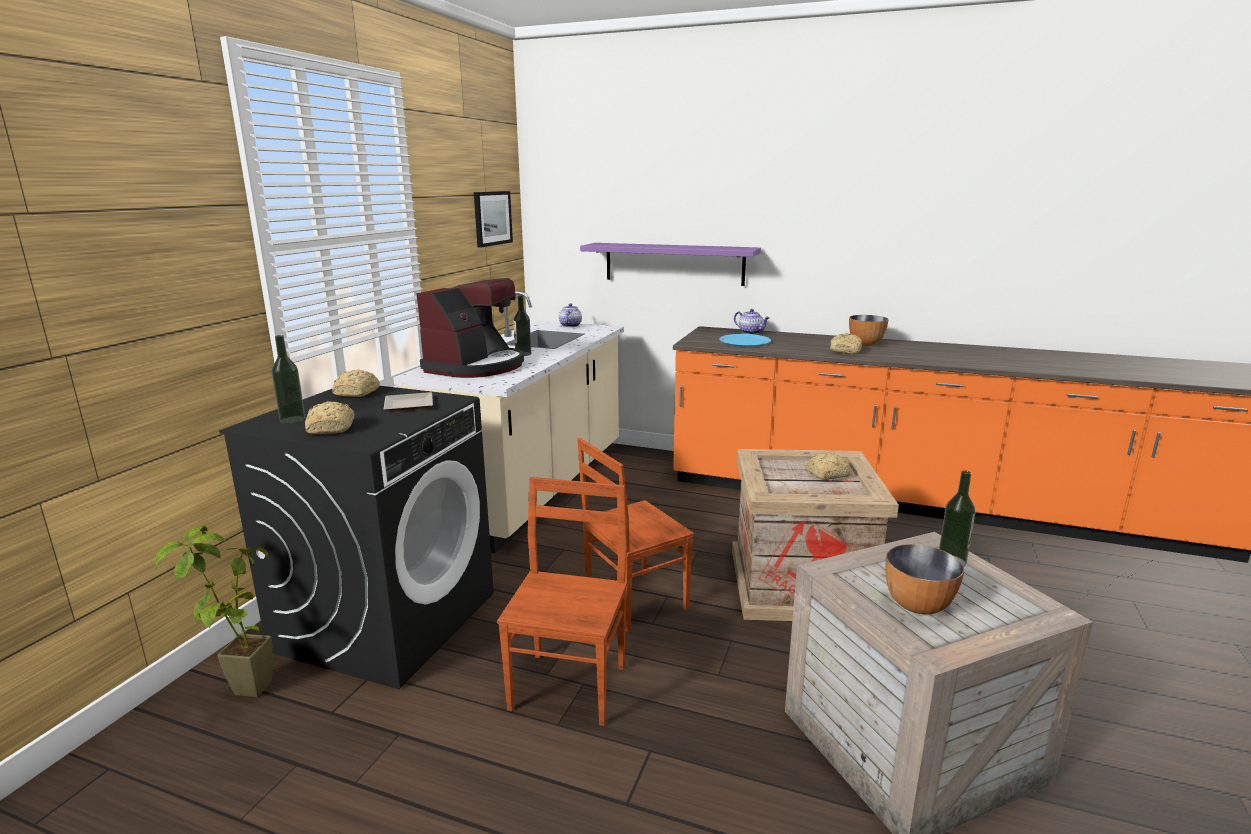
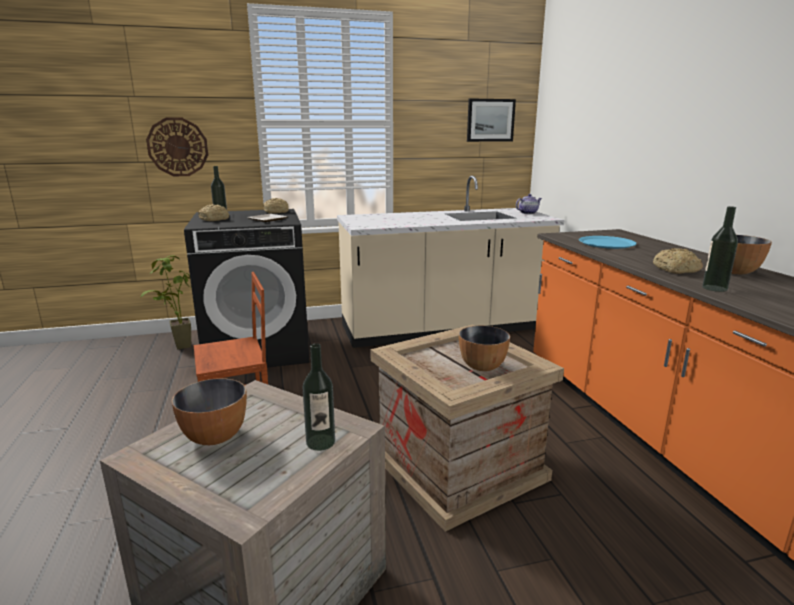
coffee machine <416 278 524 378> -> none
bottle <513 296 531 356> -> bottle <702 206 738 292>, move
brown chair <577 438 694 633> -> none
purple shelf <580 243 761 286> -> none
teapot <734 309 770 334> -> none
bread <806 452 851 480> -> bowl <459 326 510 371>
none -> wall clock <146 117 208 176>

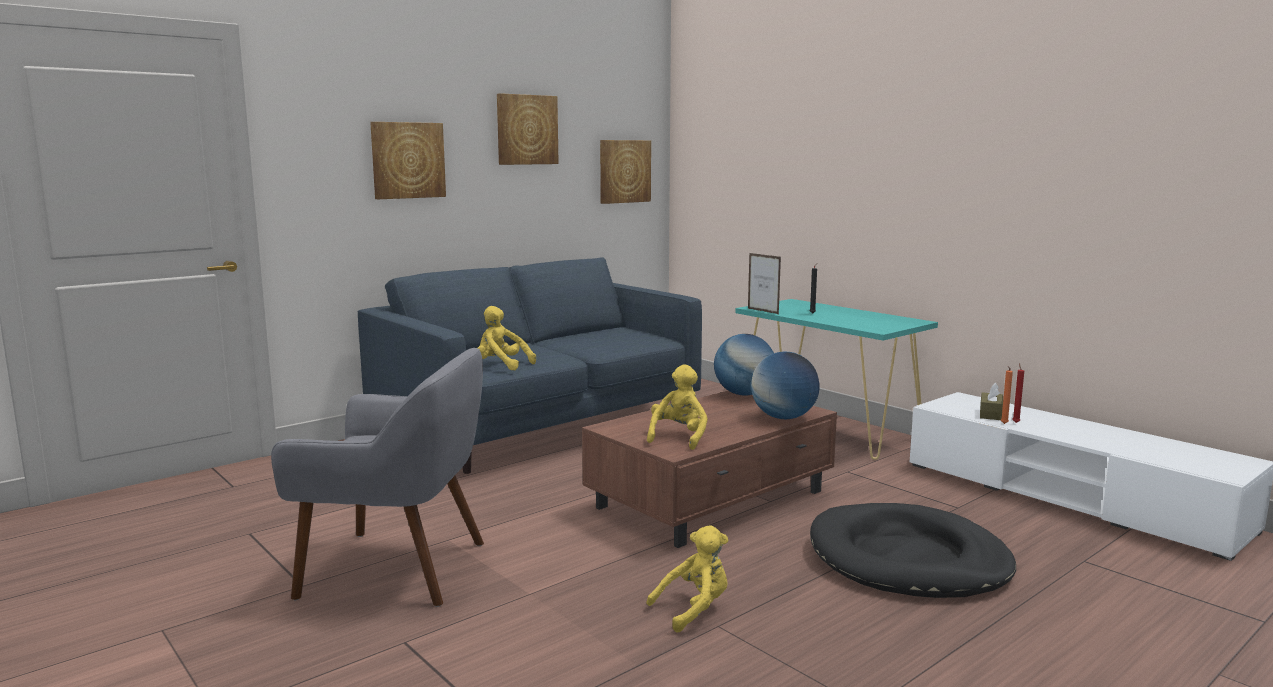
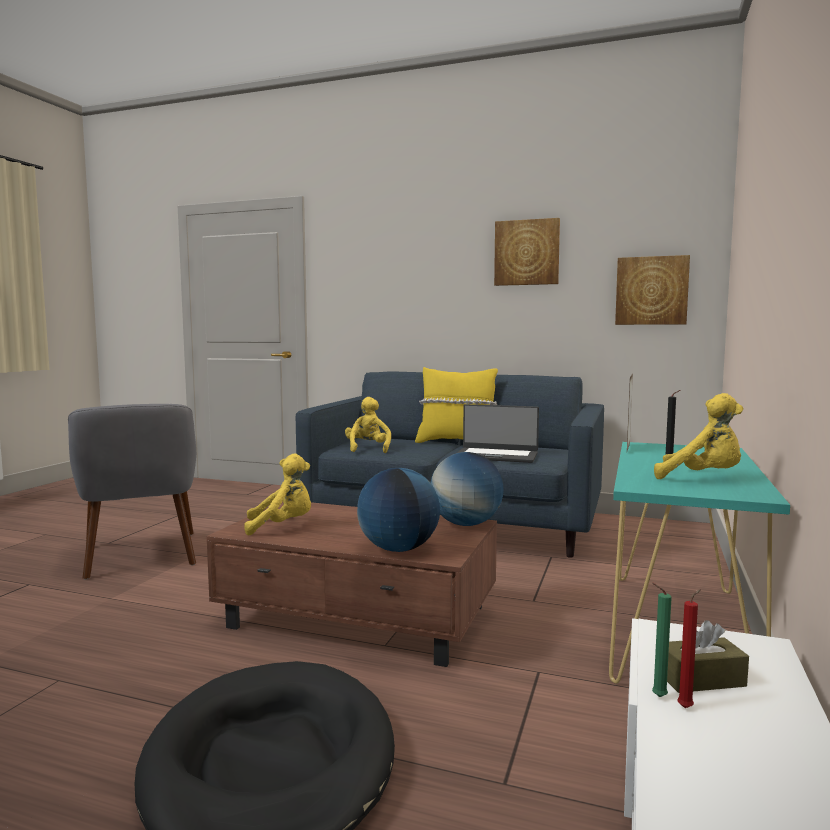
picture <370 122 446 199> -> none
yellow plush toy <647 525 728 633> -> yellow plush toy <654 393 743 479>, move
orange candle <1001 366 1013 424> -> green candle <652 583 672 697>
none -> yellow pillow <415 367 498 443>
none -> laptop <457 404 539 463>

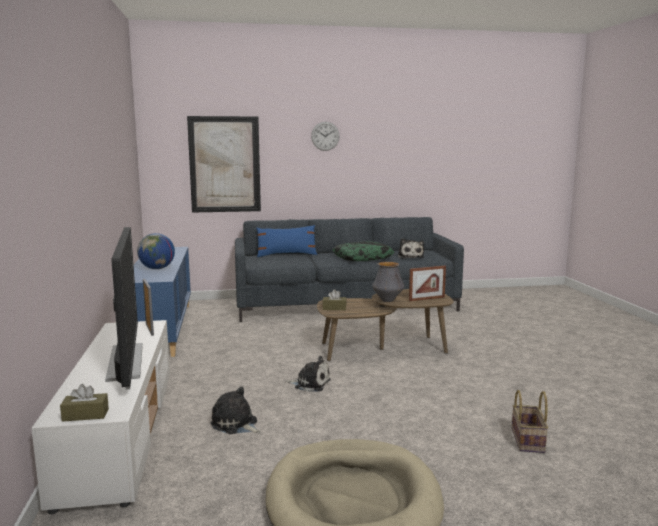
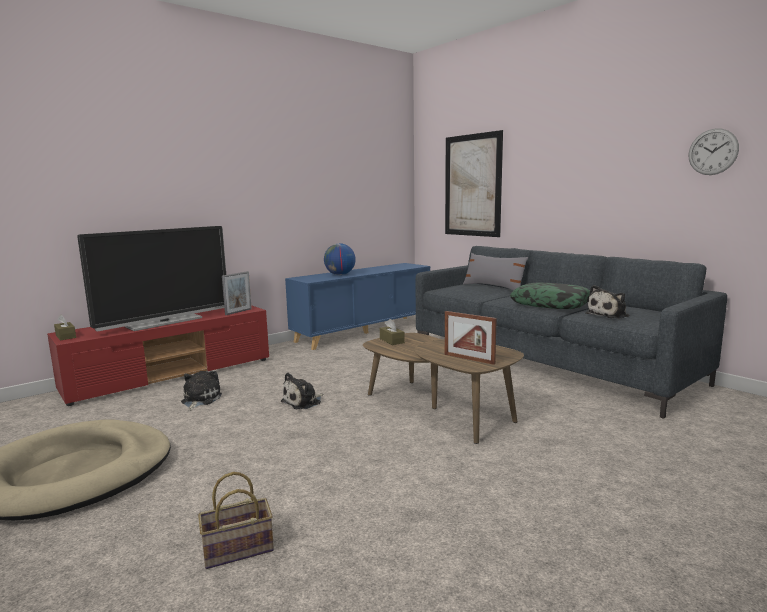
white tv stand <31 320 170 514> -> red tv stand <47 305 269 406>
blue pillow <256 225 317 257> -> grey pillow <463 253 528 291>
plush toy <285 356 331 392> -> plush toy <281 373 324 409>, 60 degrees clockwise
wall clock <311 122 340 151> -> wall clock <689 128 739 175>, move
vase <372 262 404 302> -> none

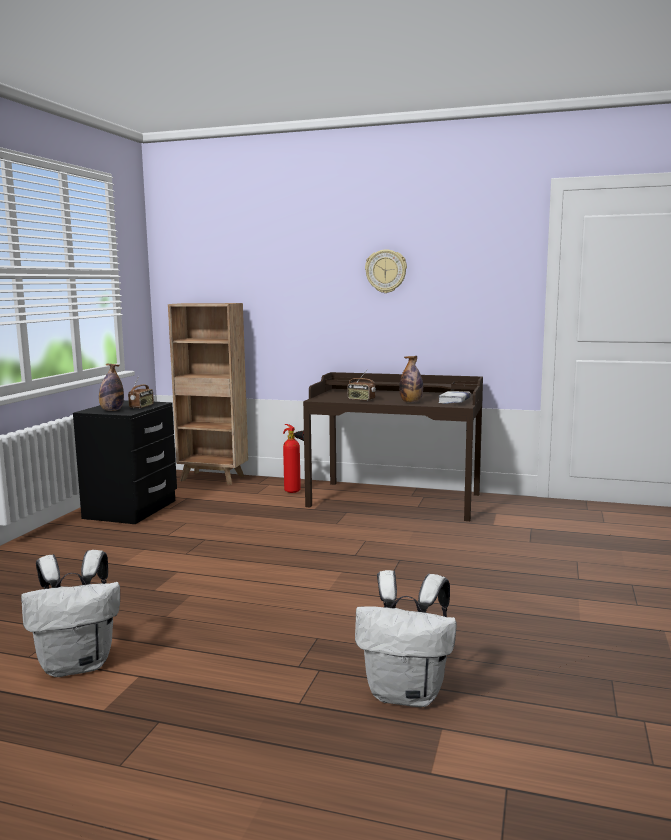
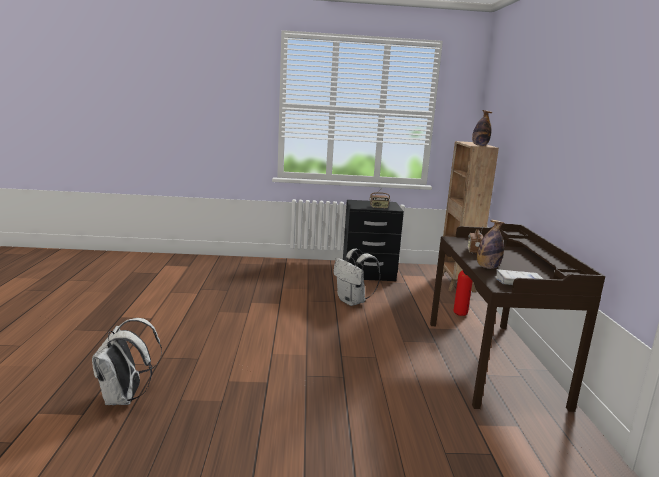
white backpack <21 550 120 677> -> white backpack <333 249 381 306>, move
bottle <99 364 124 411> -> bottle <472 110 492 146>, move
wall clock <365 249 407 293> -> none

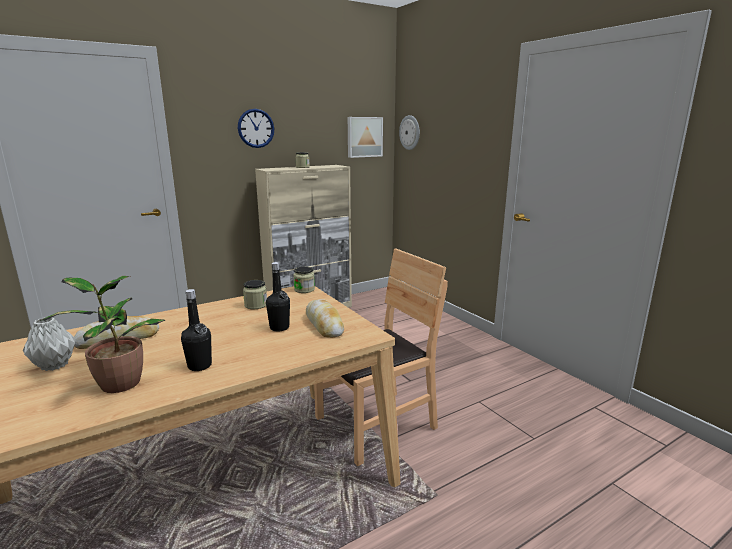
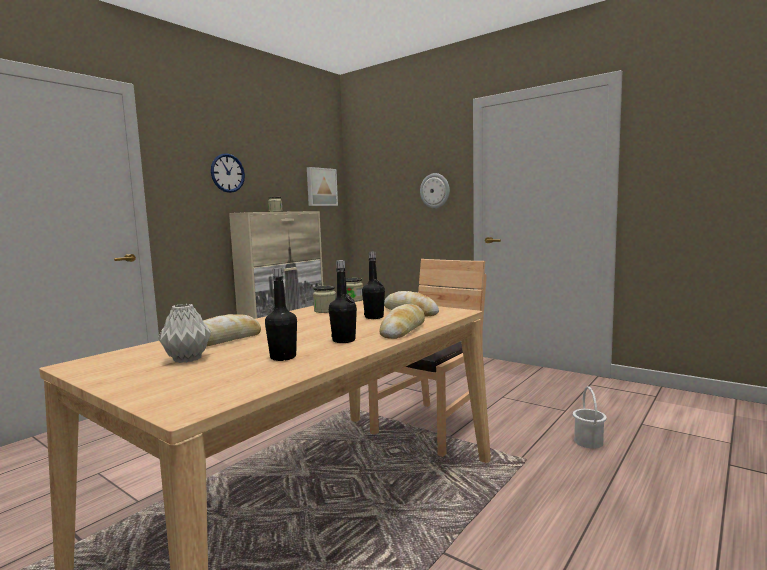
potted plant <39 276 165 393> -> black bottle <265 268 297 361>
wall clock <399 115 420 150> -> wall clock <420 173 450 208>, move
none -> bread <379 304 425 339>
none -> white bucket <573 386 607 449>

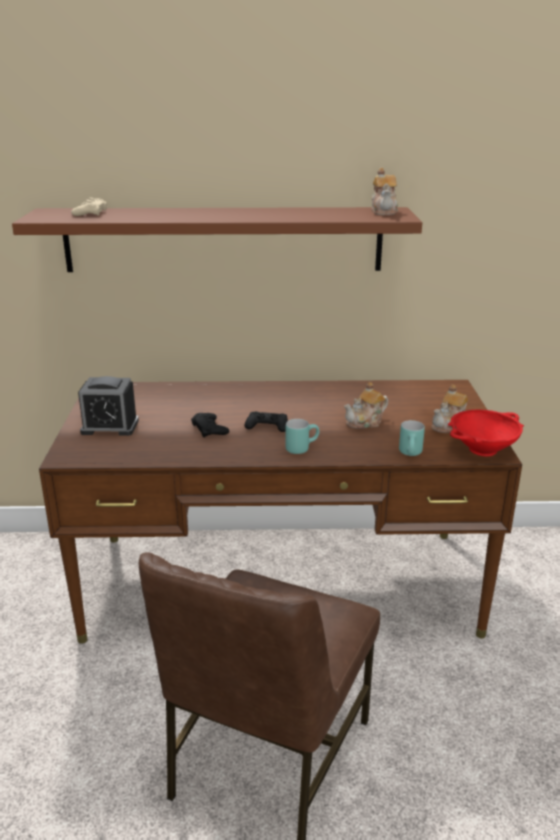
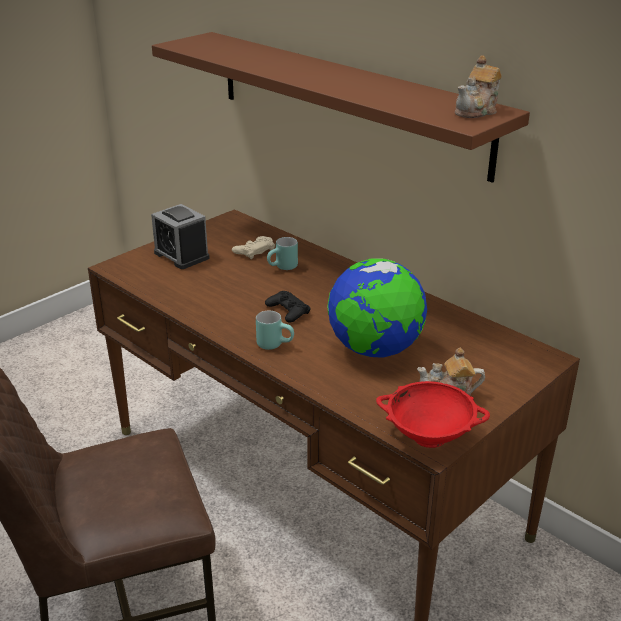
beige game controller <71 198 107 216> -> beige game controller <232 236 275 259>, move
black game controller <191 413 229 437> -> none
teapot <344 382 388 429> -> globe <327 258 427 358>
turquoise mug <399 420 425 456> -> turquoise mug <267 237 298 270>, move

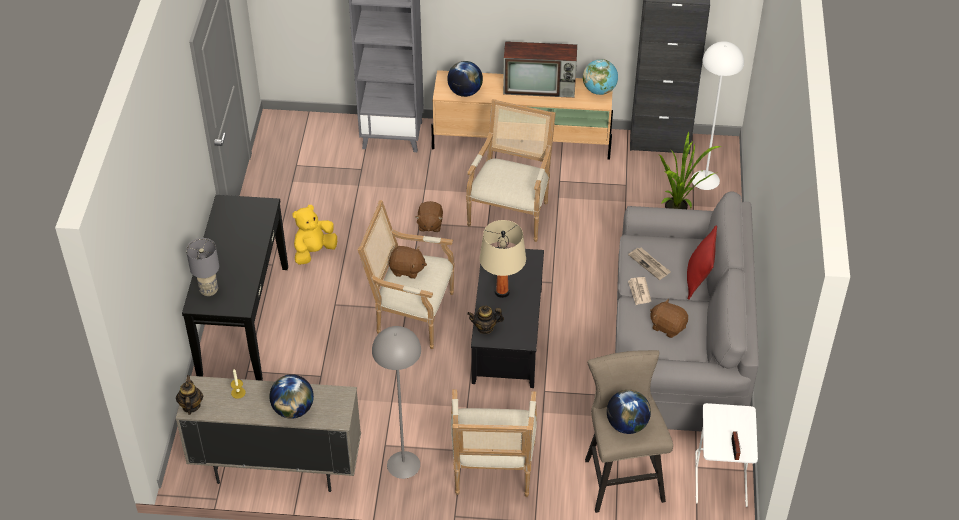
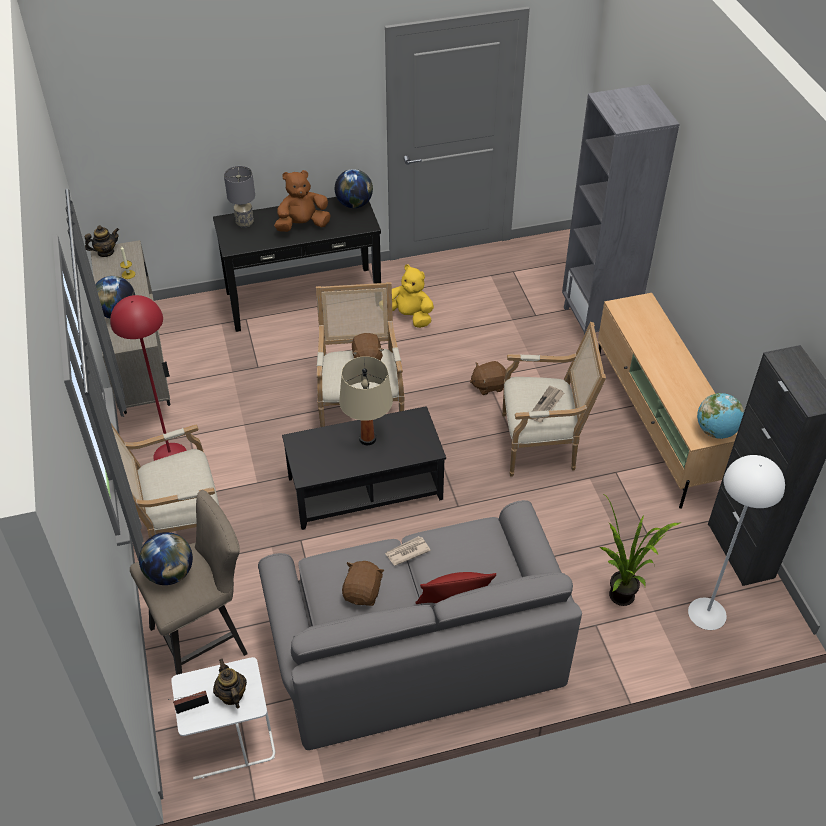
grey floor lamp <372 326 421 479> -> red floor lamp <110 295 187 461>
globe <447 61 483 97> -> globe <335 169 373 208>, move
teapot <467 305 504 334> -> teapot <213 659 247 708>, move
television <503 41 577 98> -> none
newspaper <628 248 671 280> -> newspaper <532 386 564 423>, move
none -> brown plush toy <274 170 330 232>

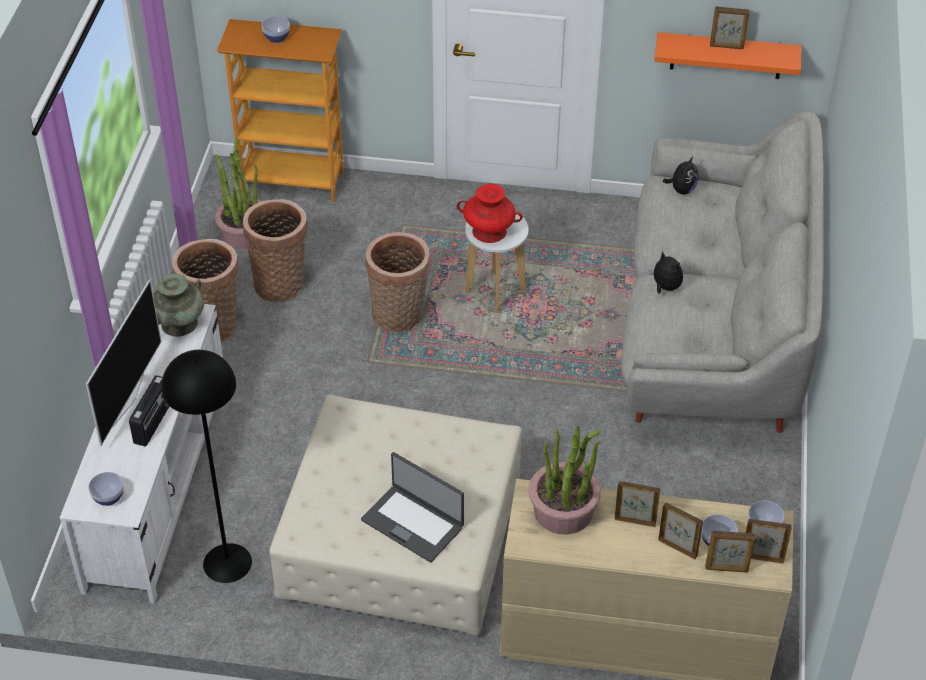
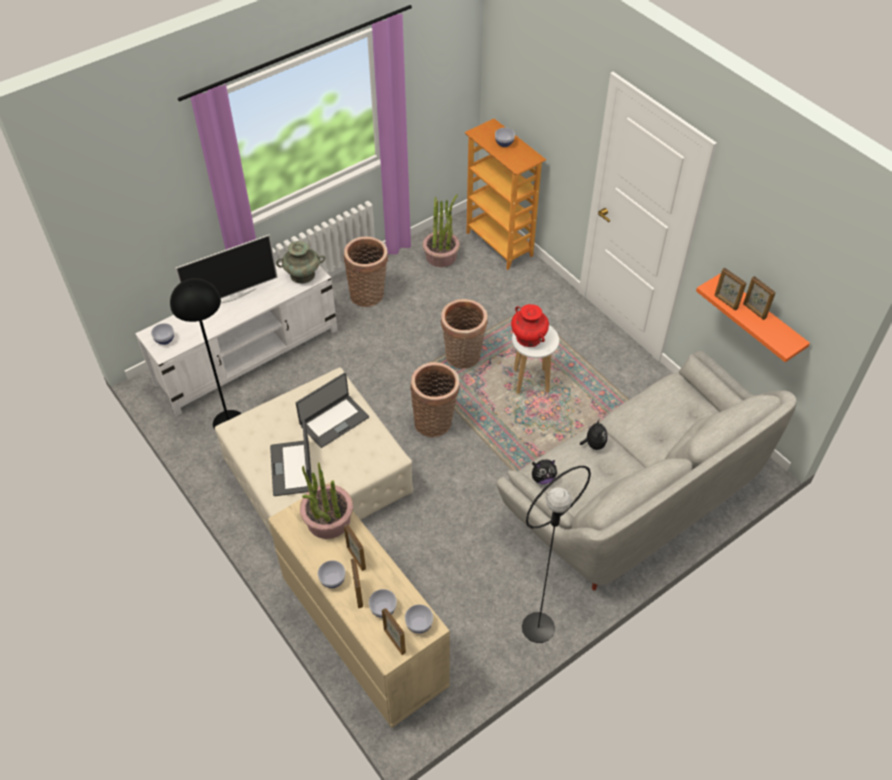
radio <129 375 169 446> -> none
basket <243 199 308 302> -> basket <410 362 460 437>, move
plush toy <663 156 698 195> -> plush toy <532 459 557 484>, move
picture frame <705 531 756 573> -> picture frame <714 268 746 310>, move
none -> laptop <296 373 369 448>
none -> bowl <318 560 345 588>
none -> black floor lamp <522 466 591 643>

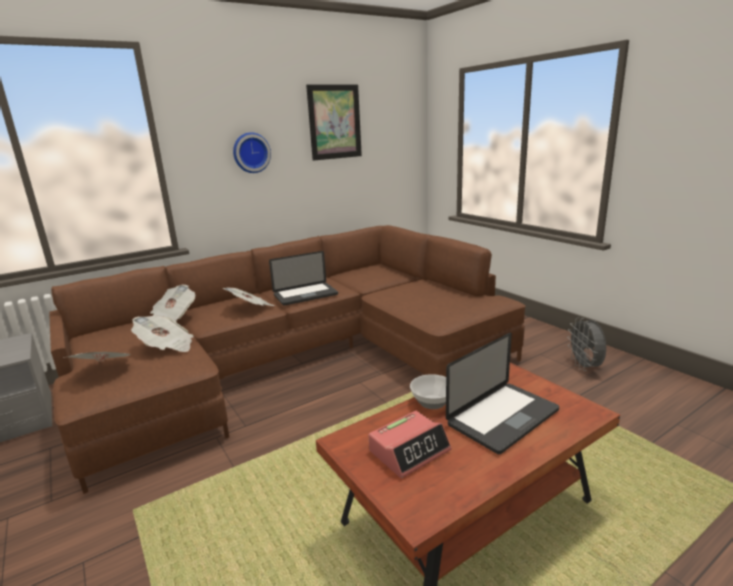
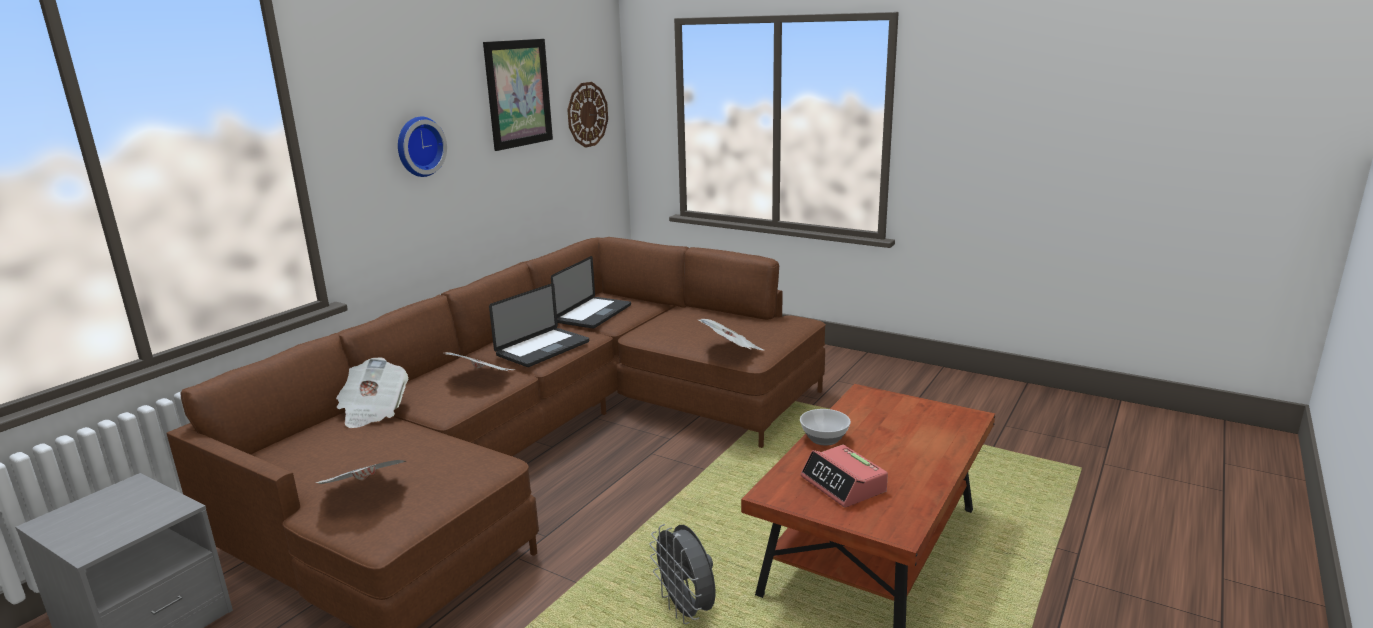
newspaper <131 316 194 352> -> newspaper <698 319 763 350>, move
alarm clock <369 411 451 478> -> alarm clock <800 445 888 508>, 120 degrees clockwise
laptop <446 332 559 454> -> laptop <551 256 631 329>, move
grey fan <567 317 606 371> -> grey fan <650 524 715 624>, move
none -> wall clock <567 82 608 148>

